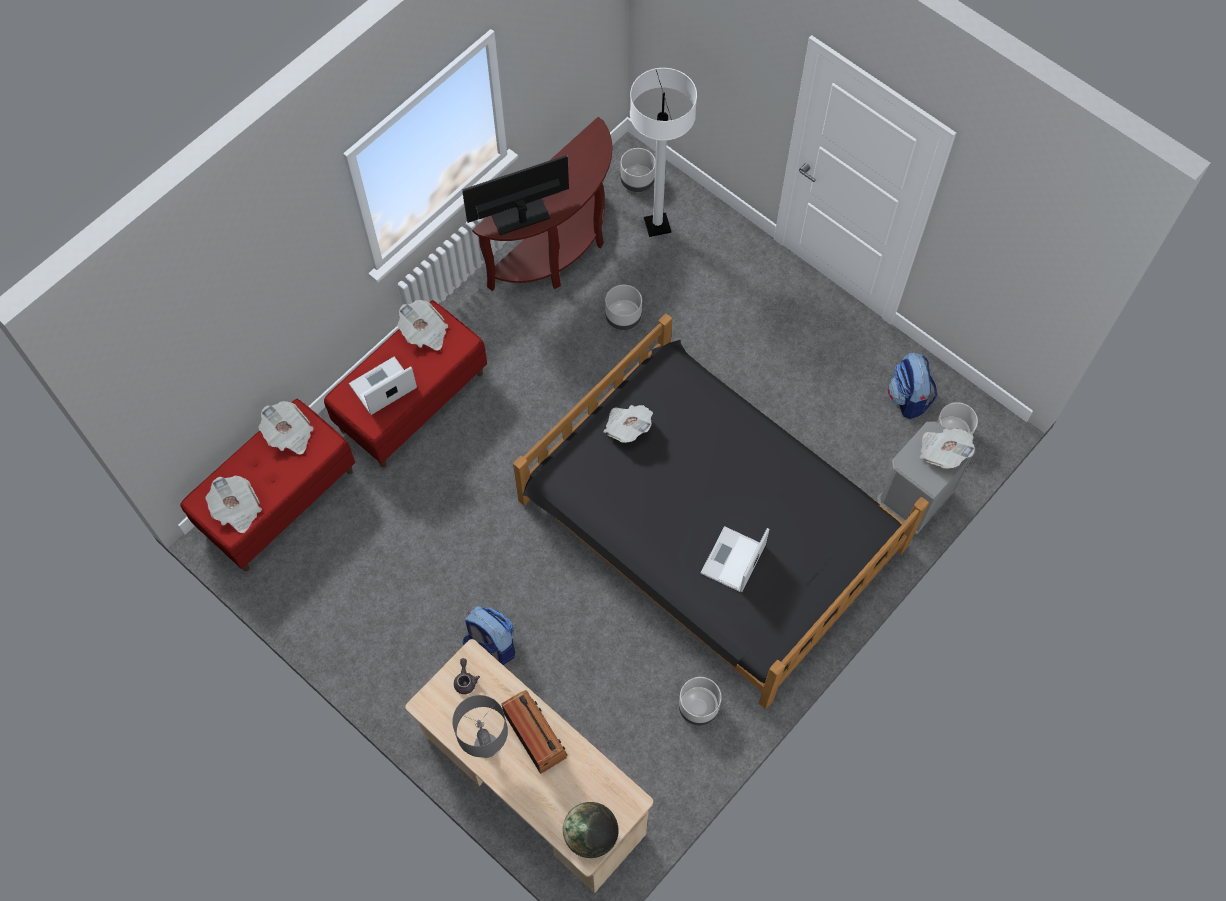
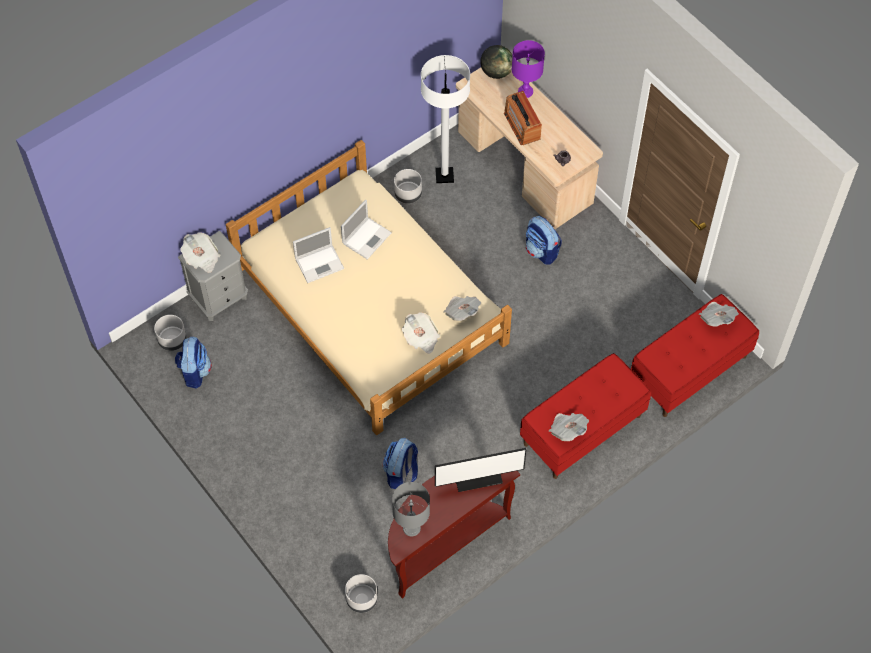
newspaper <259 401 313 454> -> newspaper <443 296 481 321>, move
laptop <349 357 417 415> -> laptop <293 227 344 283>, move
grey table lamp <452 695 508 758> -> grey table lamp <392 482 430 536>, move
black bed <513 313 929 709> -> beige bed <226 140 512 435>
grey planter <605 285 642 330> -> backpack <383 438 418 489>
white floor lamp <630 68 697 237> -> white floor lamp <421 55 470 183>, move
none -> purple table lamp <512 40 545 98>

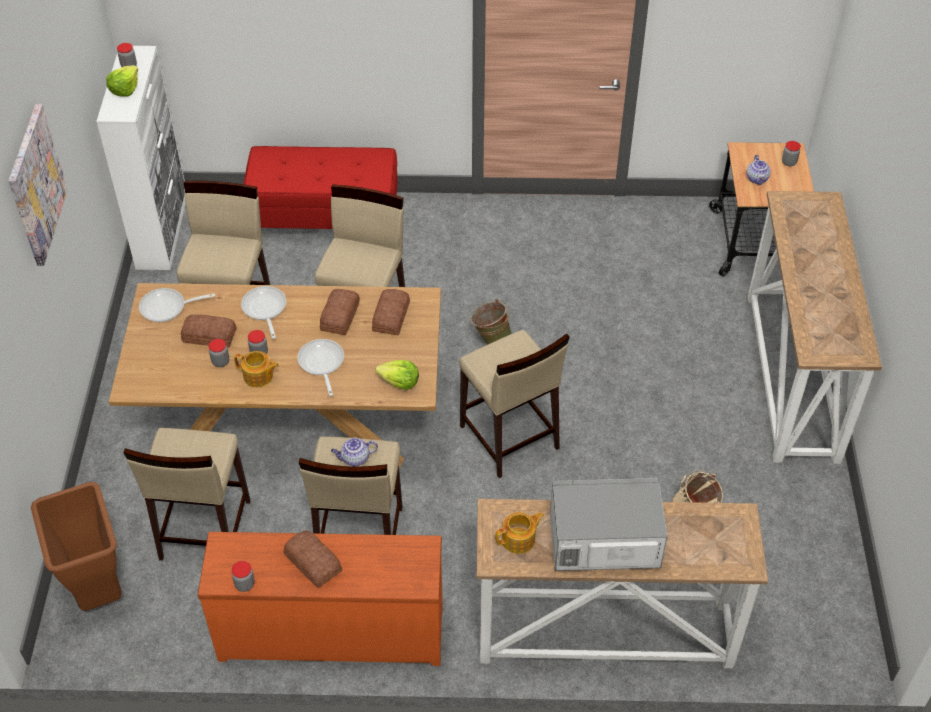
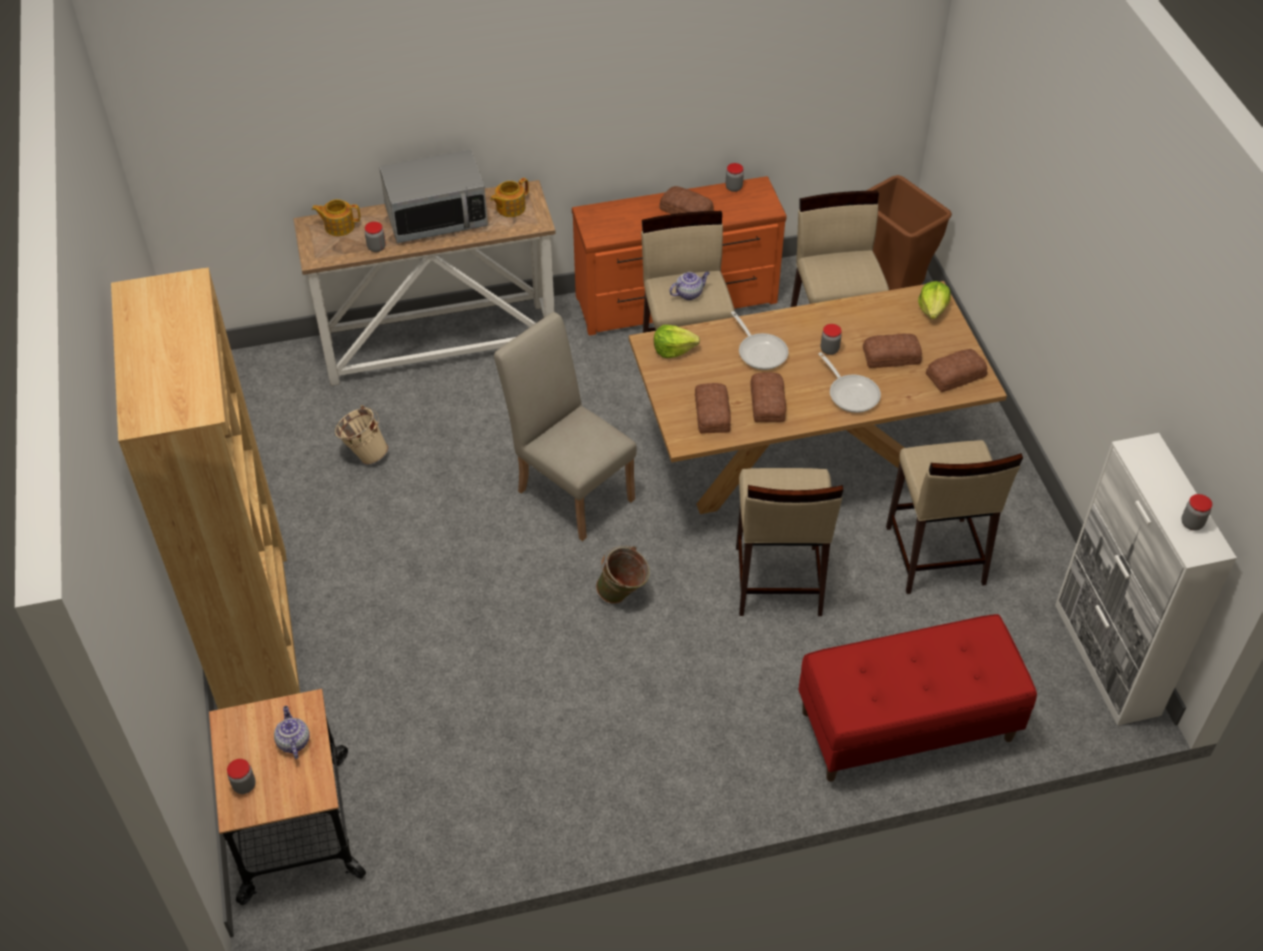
picture <8 104 68 266> -> none
lettuce <106 65 138 97> -> lettuce <918 281 951 319>, move
frying pan <139 288 215 322> -> bread <926 349 988 392>
jar <209 339 229 367> -> jar <365 222 386 252>, move
teapot <234 351 279 387> -> teapot <312 199 360 236>, move
beige stool <459 330 570 478> -> beige chair <494 312 637 541>
console table <748 191 882 464> -> brown bookcase <111 268 300 710>

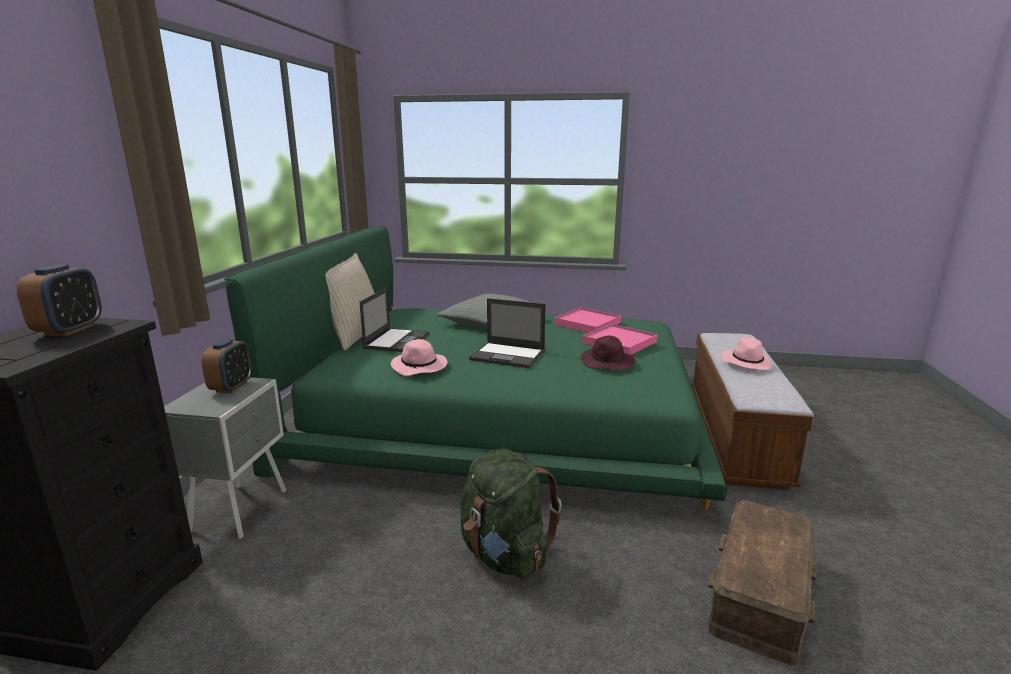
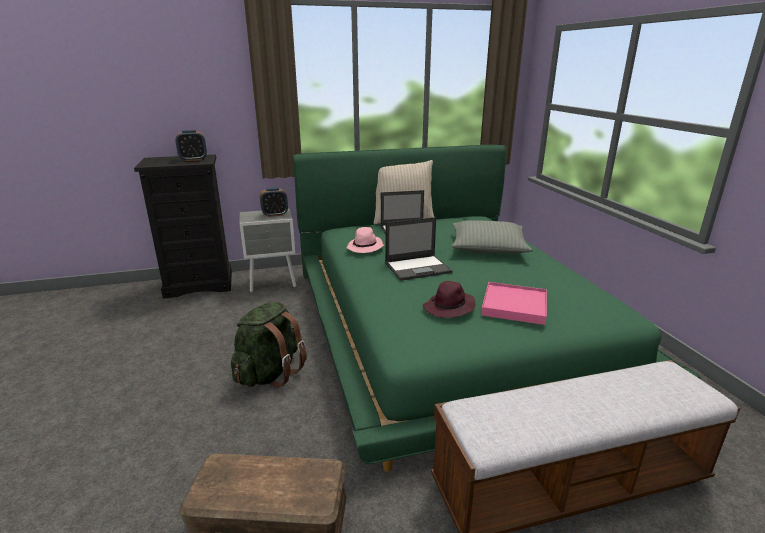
laptop <469 298 546 368> -> laptop <385 217 453 281>, 105 degrees counterclockwise
pink tray <554 307 621 333> -> none
pink hat <722 337 773 370> -> none

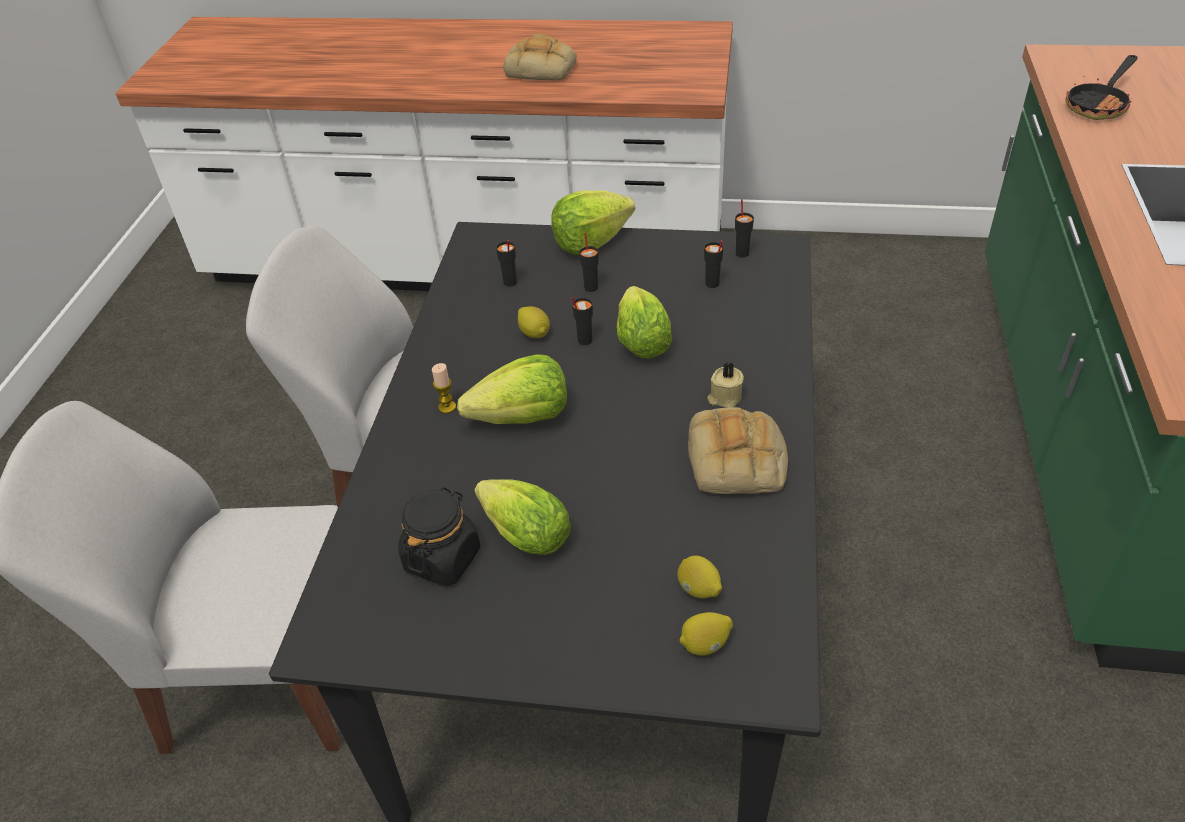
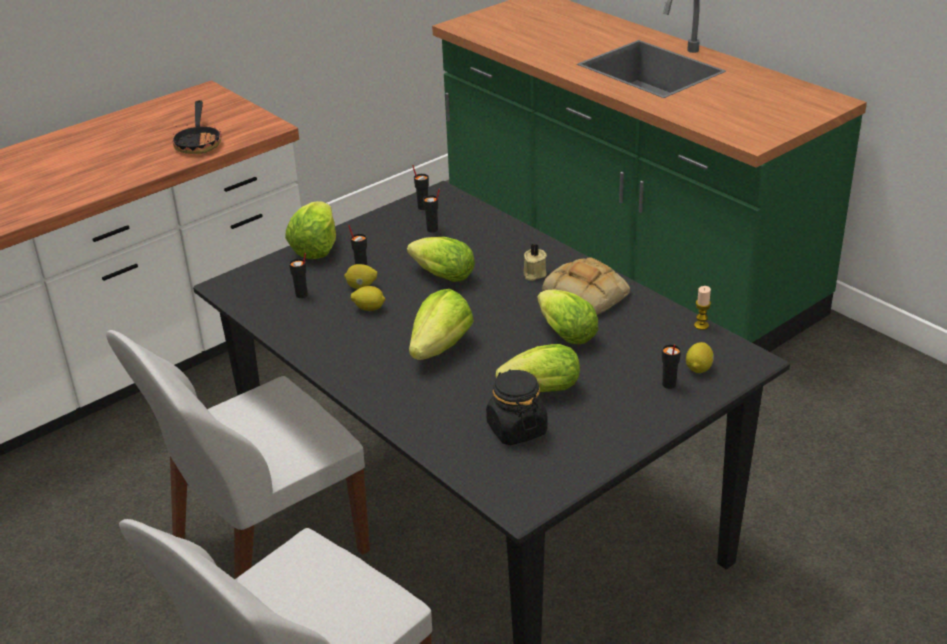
candle <432 363 456 414> -> candle <694 286 711 330>, move
bread <503 34 577 80> -> none
black cup <571 297 593 345> -> black cup <662 344 681 389>, move
lemon <677 556 722 599> -> lemon <344 264 377 289>, move
frying pan <1065 55 1138 120> -> frying pan <172 100 222 154>, move
none -> lettuce <537 290 598 345>

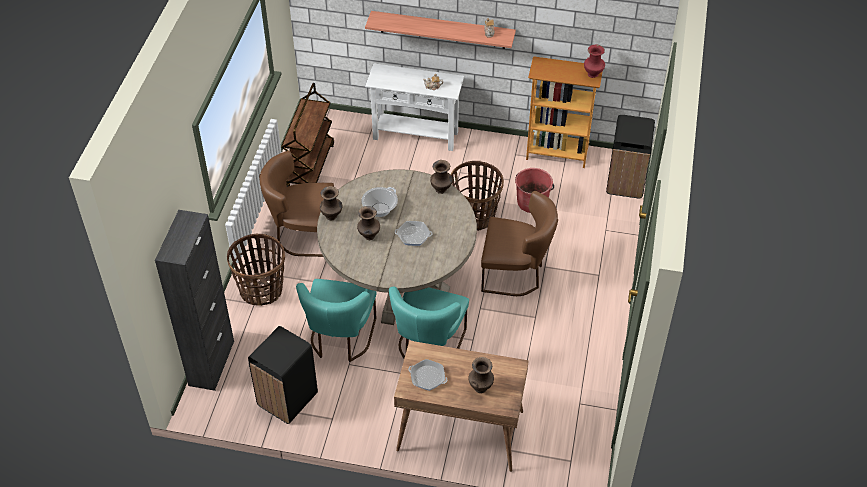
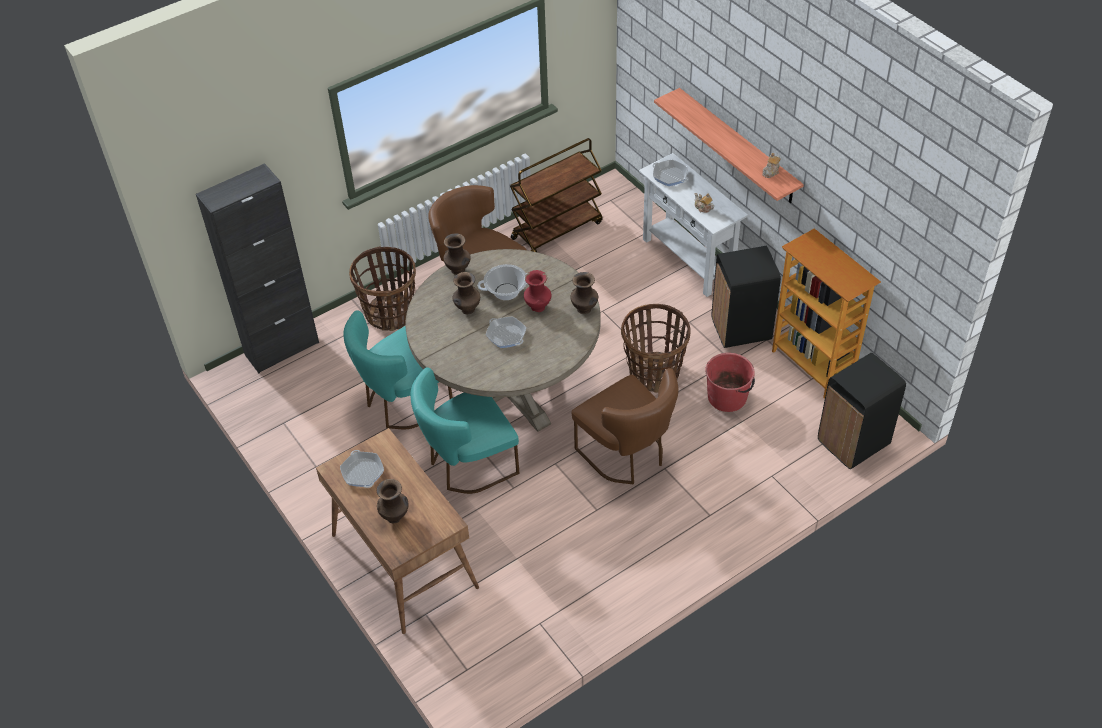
black trash can <248 326 318 424> -> black trash can <711 246 781 348>, move
red vase <584 45 605 78> -> red vase <524 270 551 312>, move
none -> frying pan <653 160 688 186>

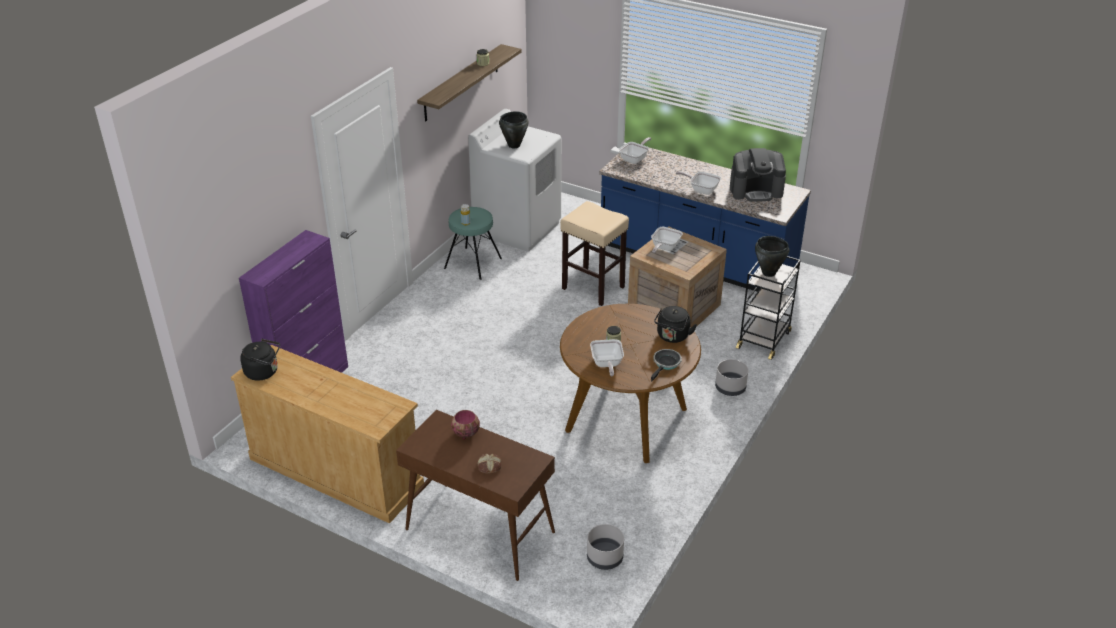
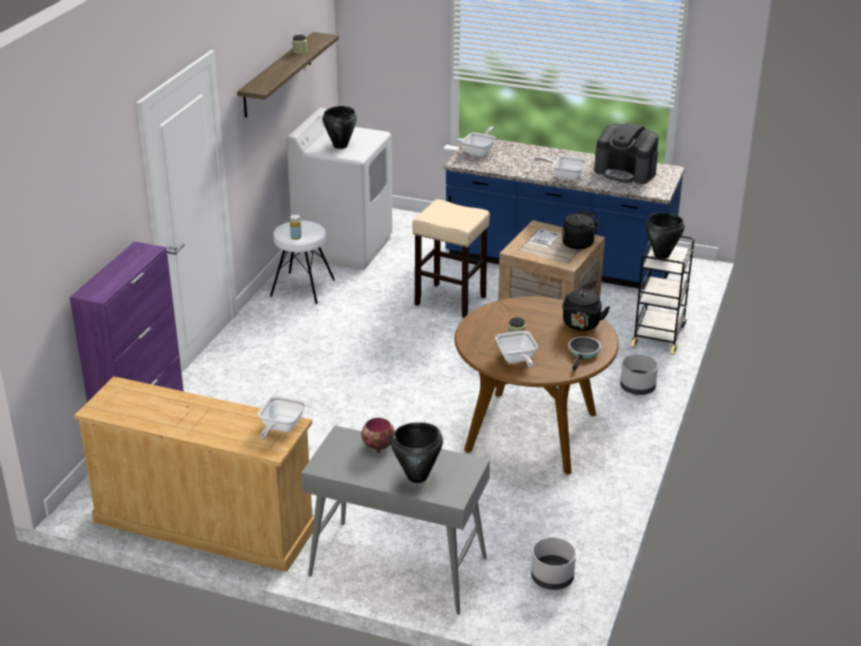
black kettle <240 339 280 381> -> black kettle <562 211 600 249>, move
brown console table <396 410 555 581> -> grey console table <301 426 490 615>
turquoise stool <444 207 502 280> -> white stool <270 220 335 304>
bread <477 454 501 473> -> black cooking pot <391 422 443 483>
frying pan <651 227 683 253> -> frying pan <258 395 306 440>, move
coffee machine <730 148 786 202> -> coffee machine <594 123 659 184>, 45 degrees clockwise

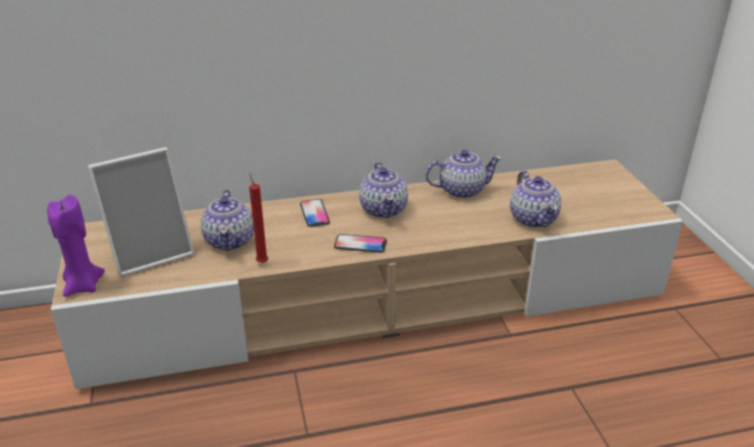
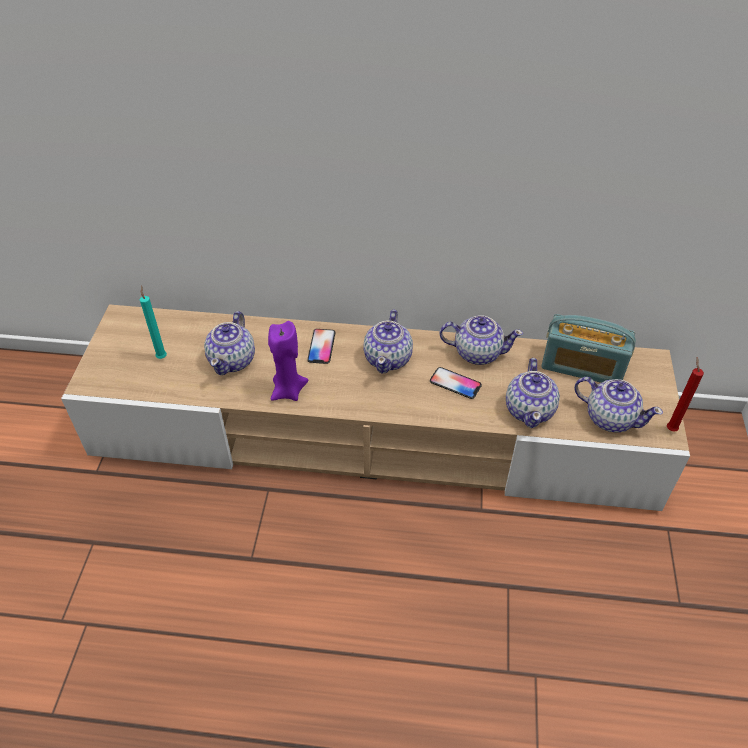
purple candle <47 195 105 297> -> purple candle <268 321 308 401>, move
picture frame <88 147 194 277> -> turquoise candle <140 285 167 359>
red candle <249 173 268 263> -> red candle <667 357 704 432>, move
phone <334 234 387 253> -> phone <430 367 482 399>, move
none -> radio <541 314 636 383>
none -> teapot <574 377 663 433>

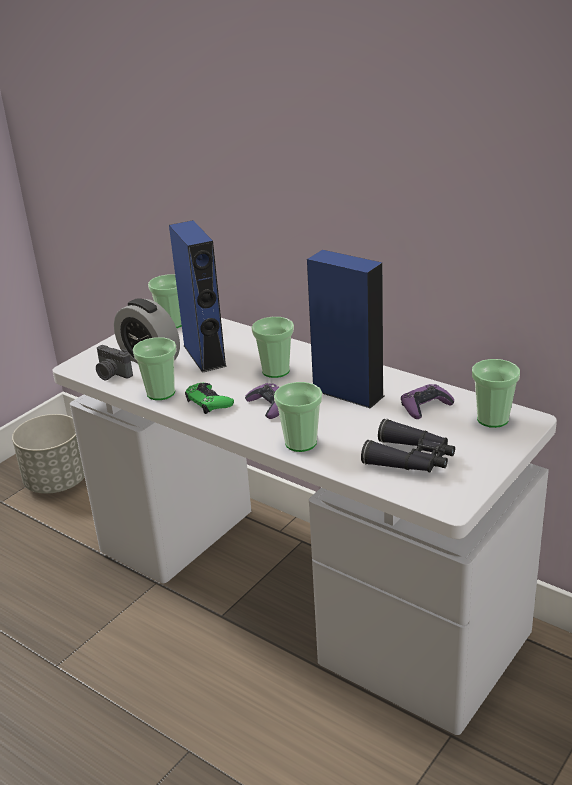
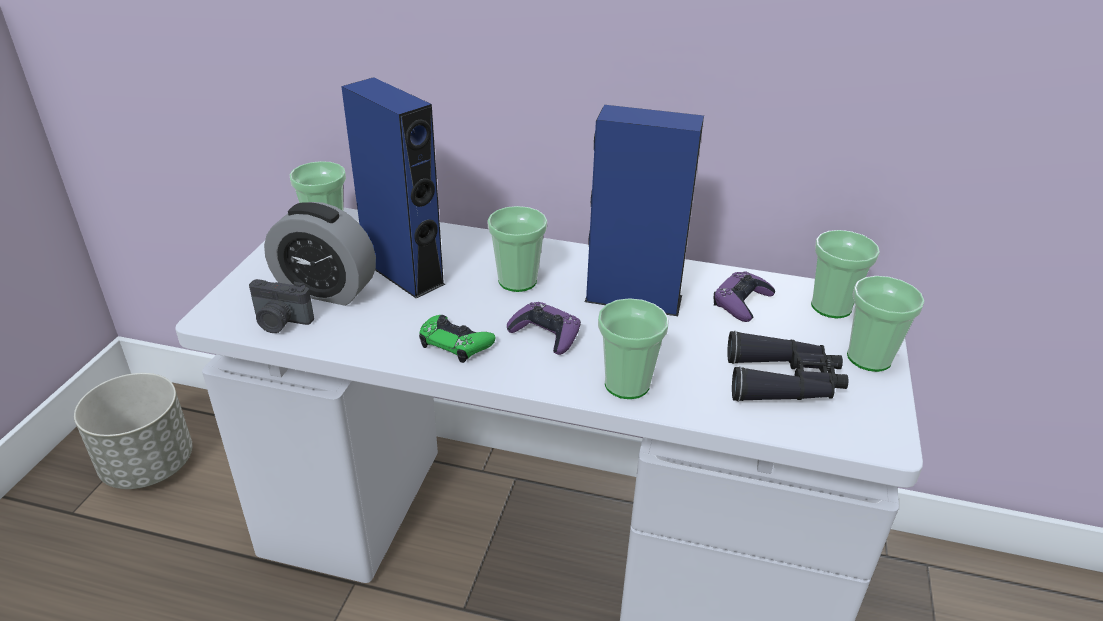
cup <133 337 177 400> -> cup <847 276 925 372>, move

